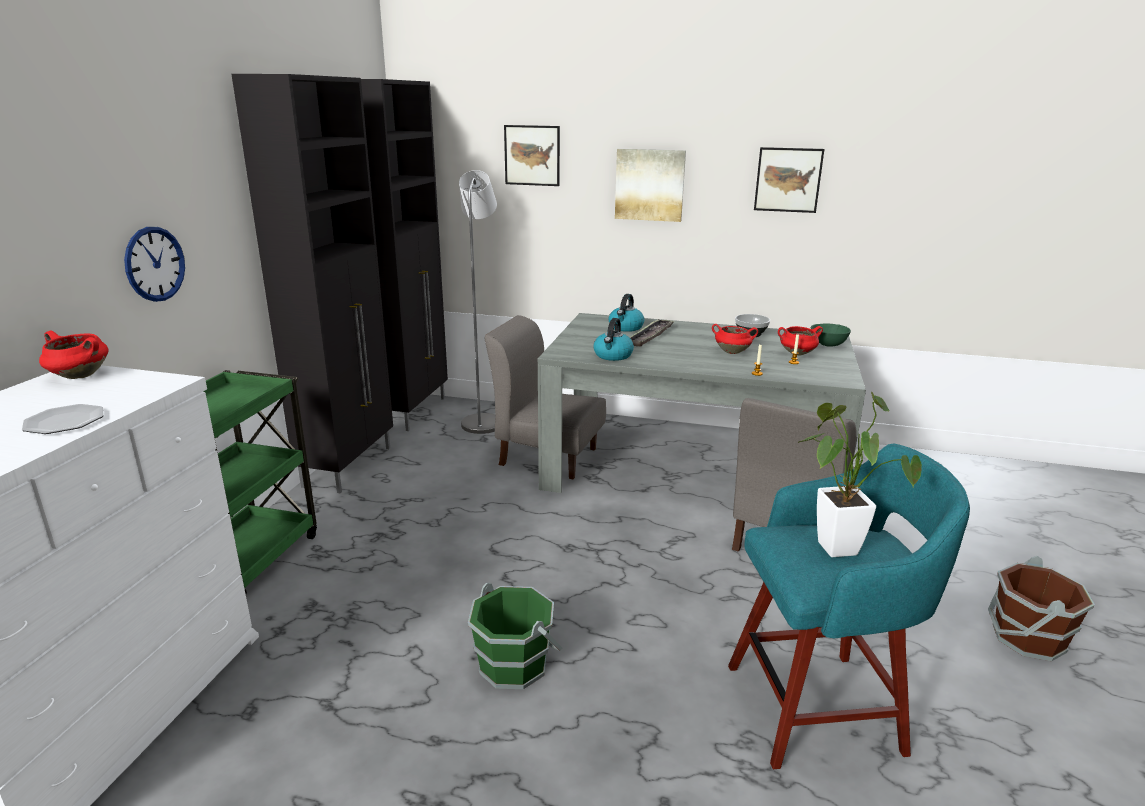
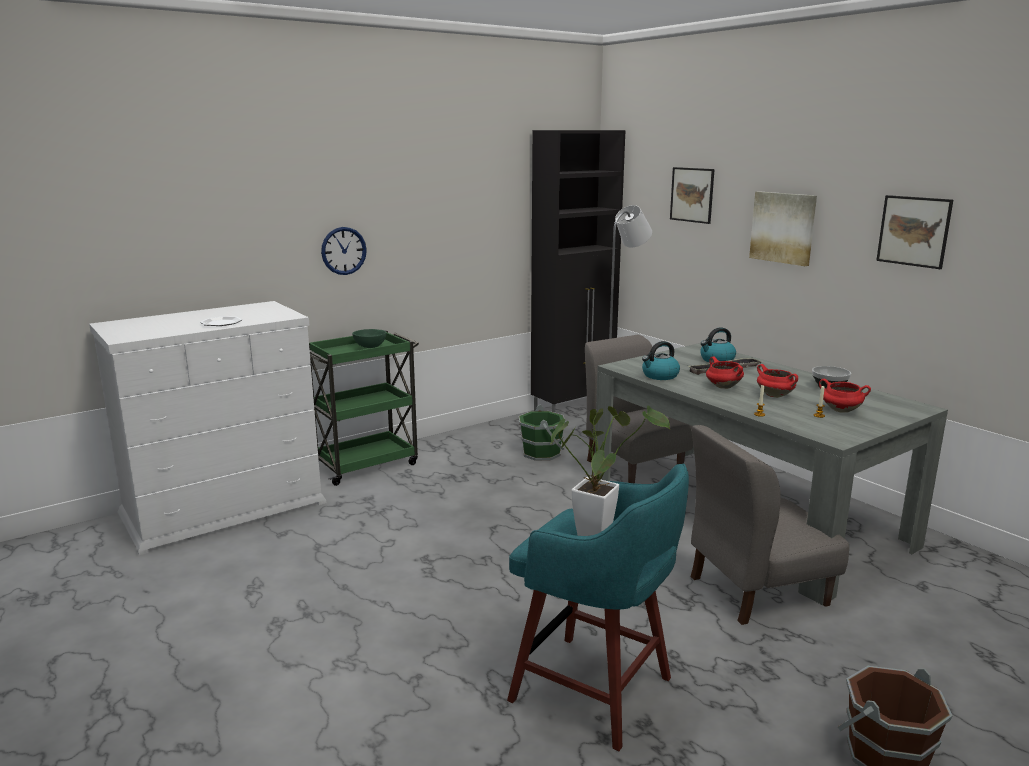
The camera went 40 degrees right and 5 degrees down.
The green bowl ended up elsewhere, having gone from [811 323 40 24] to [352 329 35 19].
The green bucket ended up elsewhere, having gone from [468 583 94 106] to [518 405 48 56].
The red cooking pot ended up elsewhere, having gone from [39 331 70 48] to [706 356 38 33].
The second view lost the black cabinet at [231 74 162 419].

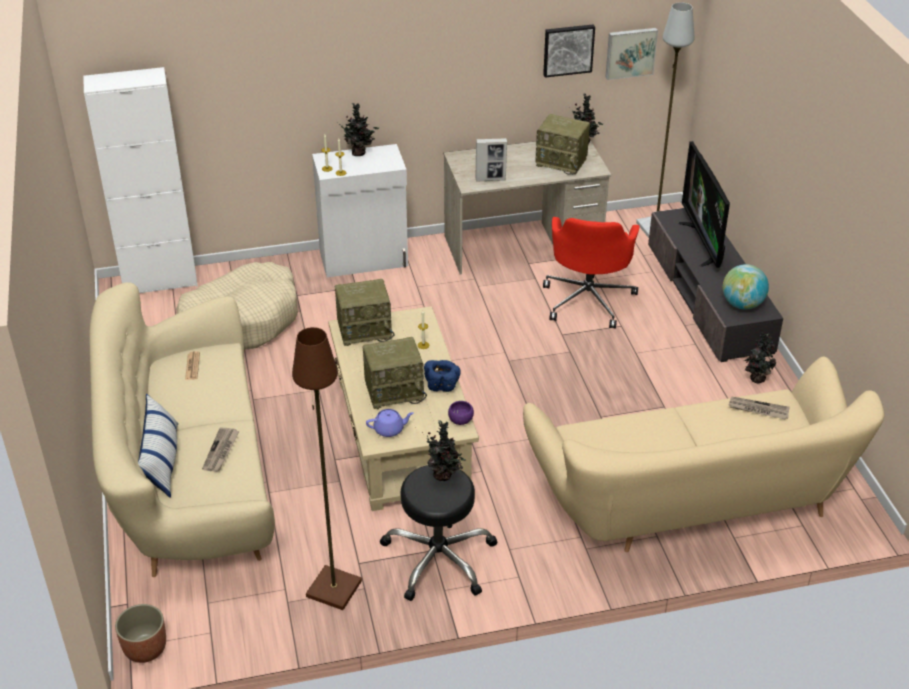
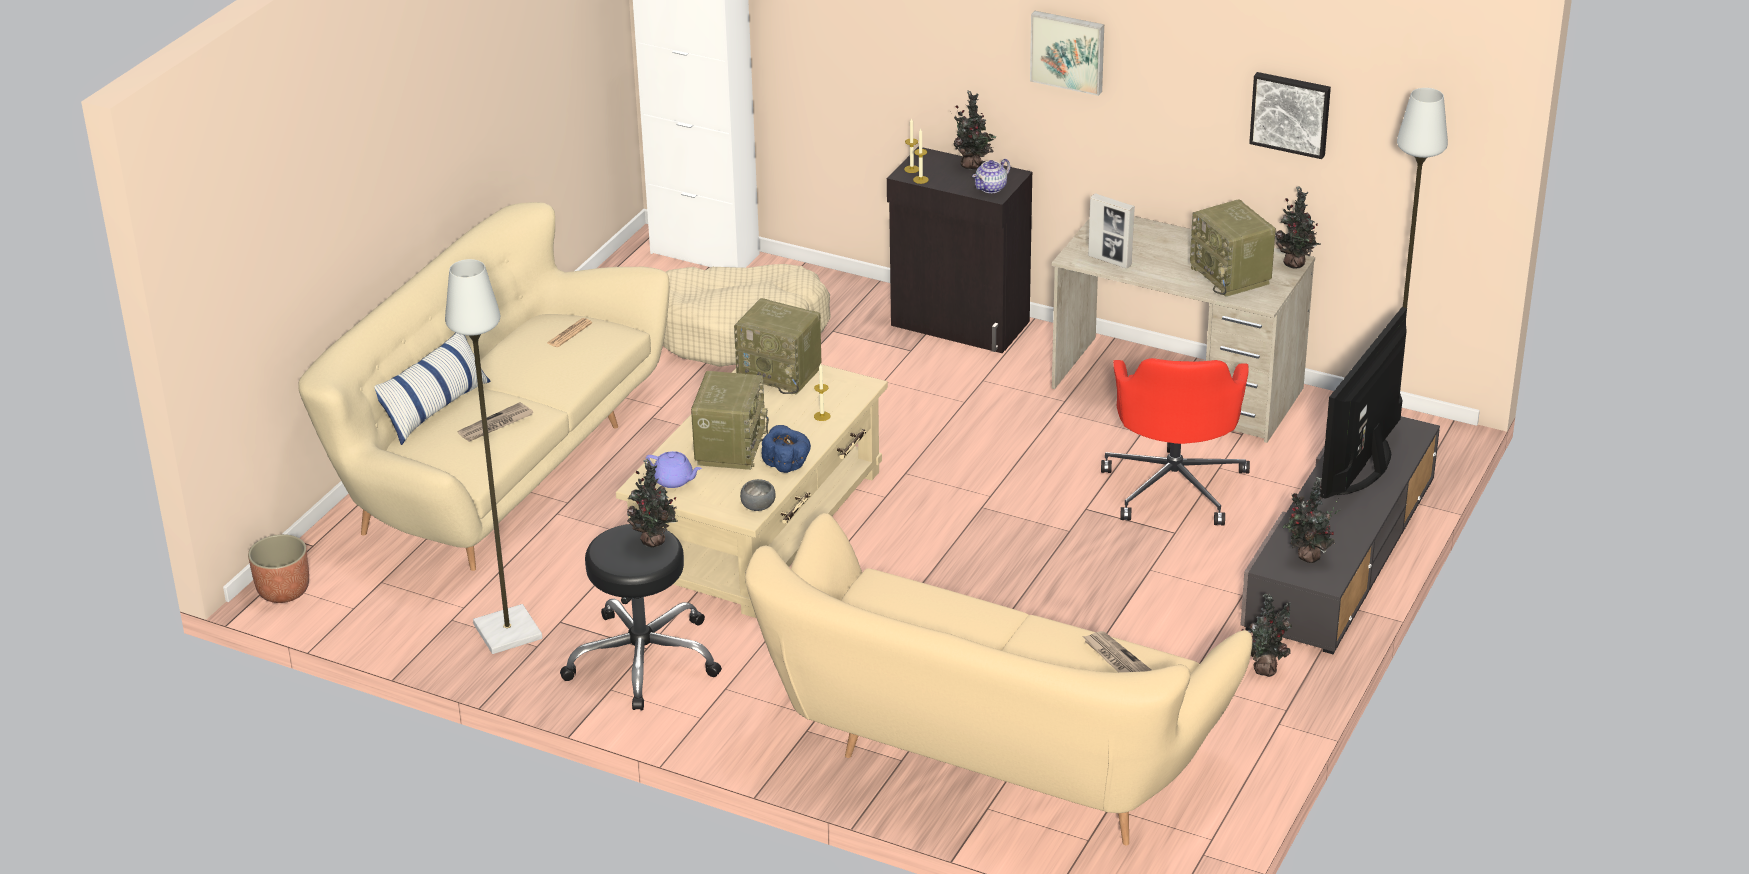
The camera went 40 degrees right and 5 degrees down.
What was the brown floor lamp at [292 327 70 283] turned into the grey floor lamp at [445 259 97 395].
The radio at [363 337 64 72] ended up facing another way, 105 degrees counterclockwise from before.
What was the purple bowl at [448 401 26 24] turned into the grey bowl at [740 479 36 32].
What was the white cabinet at [312 144 96 133] turned into the black cabinet at [887 146 145 207].
The second view gained the teapot at [972 159 38 34].
The picture ended up elsewhere, having gone from [605 28 53 52] to [1030 11 74 85].
The red office chair at [543 217 97 112] ended up facing another way, 45 degrees counterclockwise from before.
Where the globe stood at [723 264 46 45], the potted plant came to stand at [1283 477 58 86].

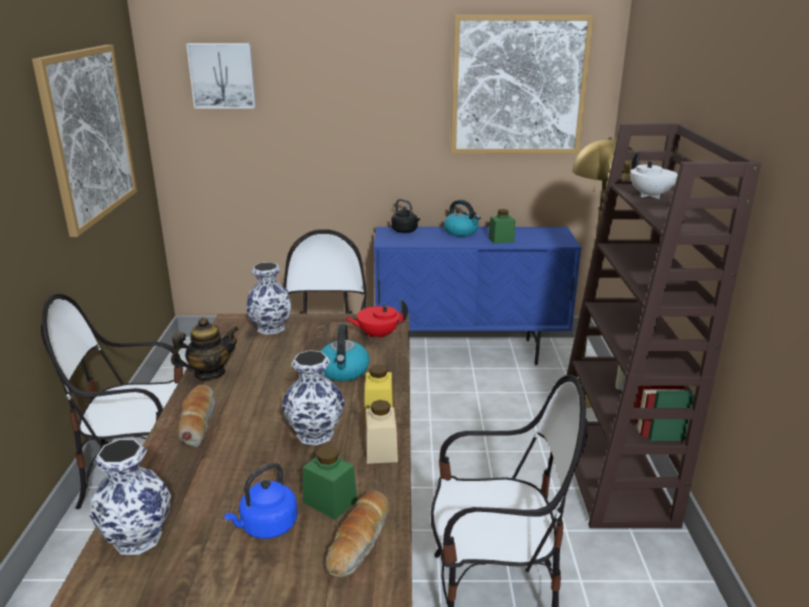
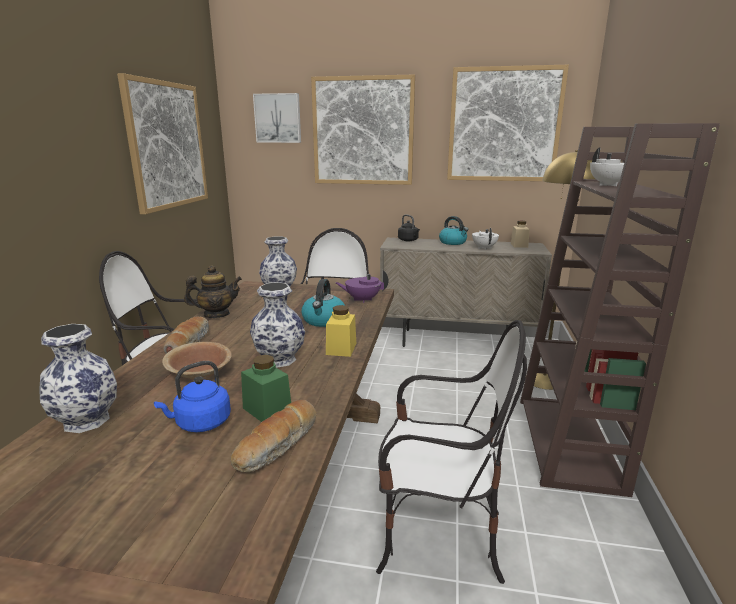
The camera went 10 degrees right and 5 degrees down.
The second view gained the brown bowl at [162 342 70 38].
The second view gained the picture at [311 75 104 110].
What was the red teapot at [345 299 63 41] turned into the purple teapot at [335 270 53 33].
What was the blue cabinet at [374 227 208 138] turned into the beige cabinet at [380 238 172 109].
Where the green jar stood at [488 209 27 35], the white teapot came to stand at [472 228 27 21].
The beige jar ended up elsewhere, having gone from [365 400 33 64] to [511 221 19 27].

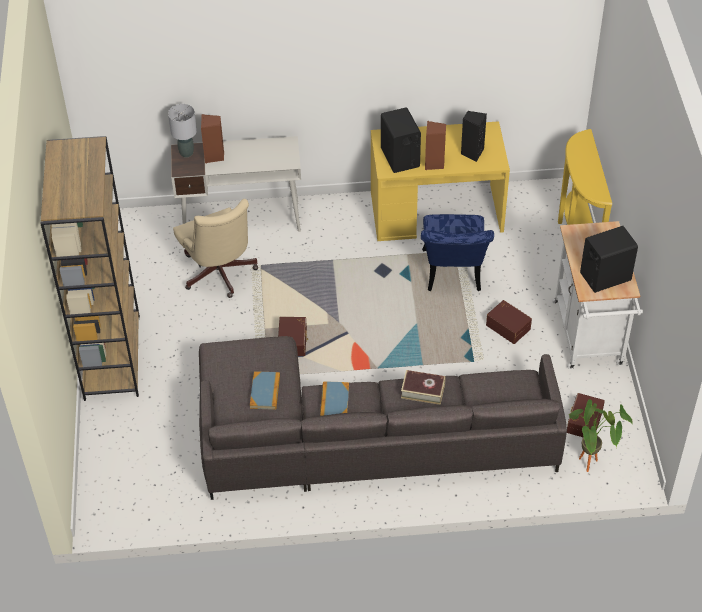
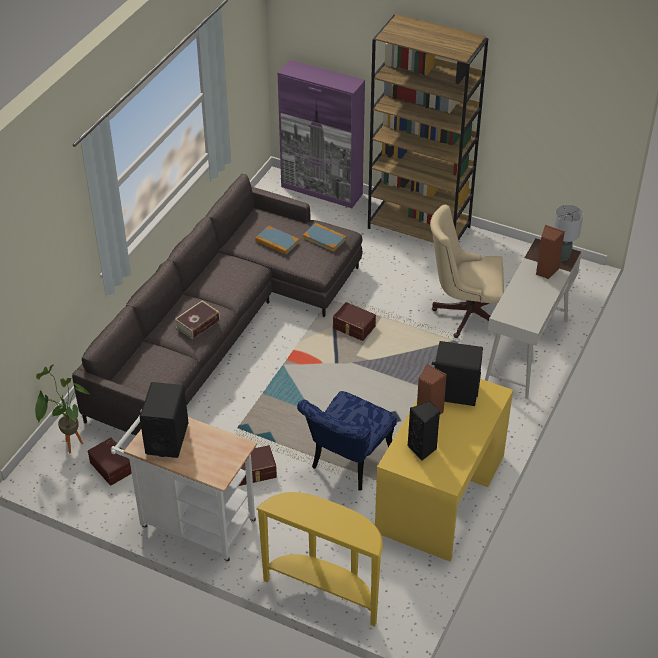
The camera went 120 degrees right and 5 degrees down.
The second view gained the purple cabinet at [278 60 87 148].
The blue chair at [421 214 73 77] ended up facing another way, 90 degrees counterclockwise from before.
The book ended up elsewhere, having gone from [320 381 29 35] to [303 223 44 29].

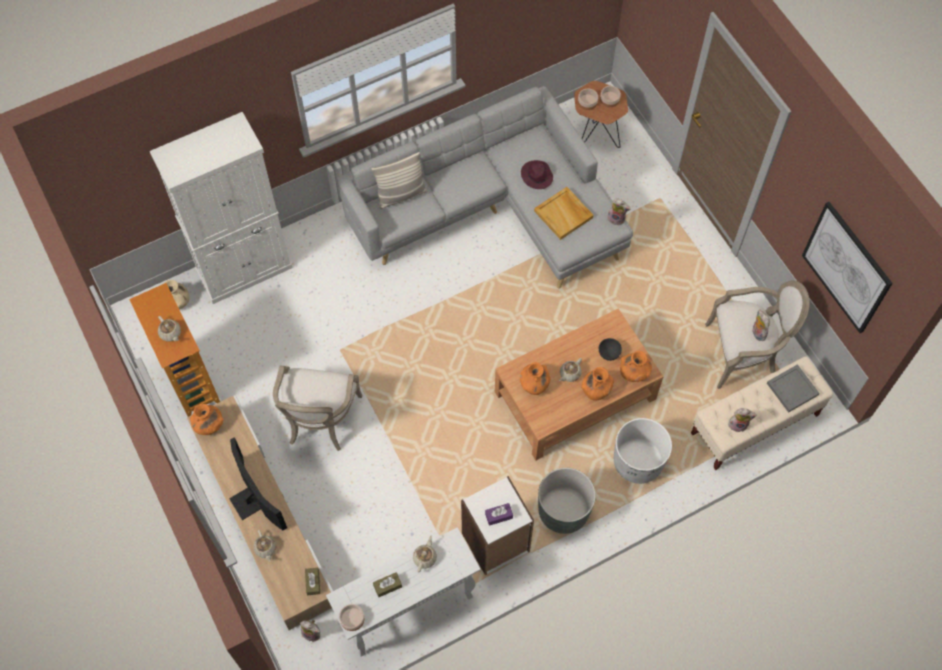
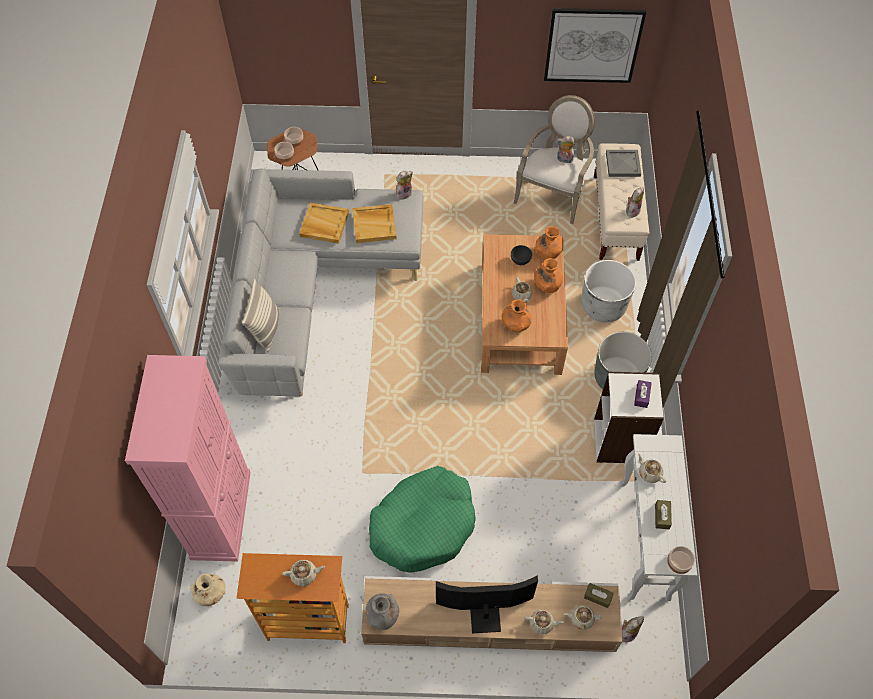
The camera went 60 degrees left and 5 degrees down.
What was the white cabinet at [150 112 143 192] turned into the pink cabinet at [125 355 126 207].
Where the purple hat stood at [521 160 32 29], the beige tray came to stand at [299 203 50 41].
What was the orange vase at [190 404 34 31] turned into the grey vase at [365 593 34 37].
Where the armchair stood at [273 365 89 86], the green dog bed came to stand at [369 466 107 107].
The second view gained the beige teapot at [563 605 39 25].

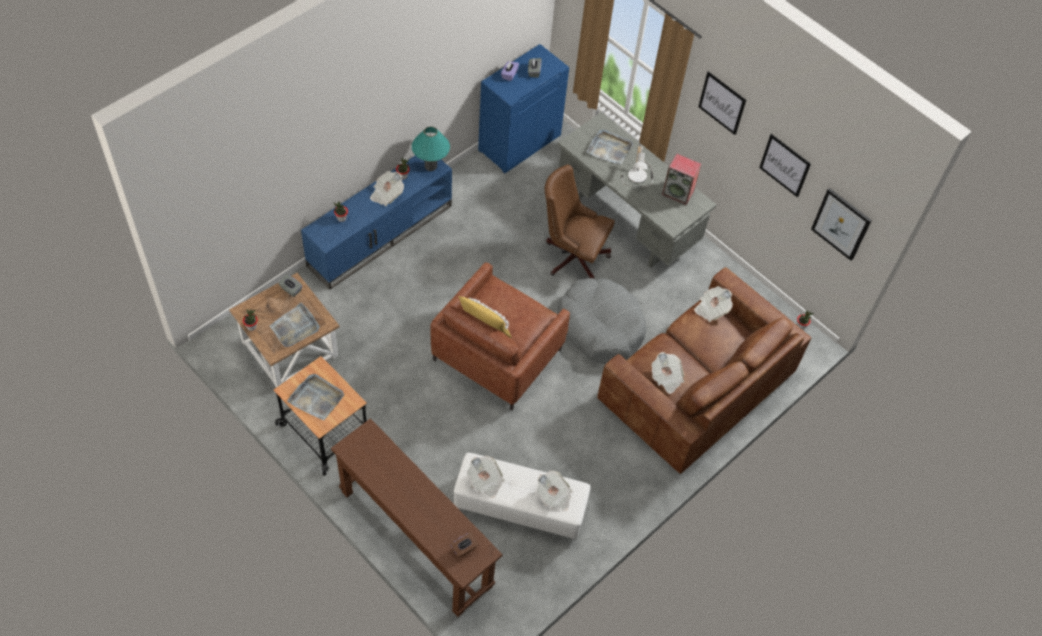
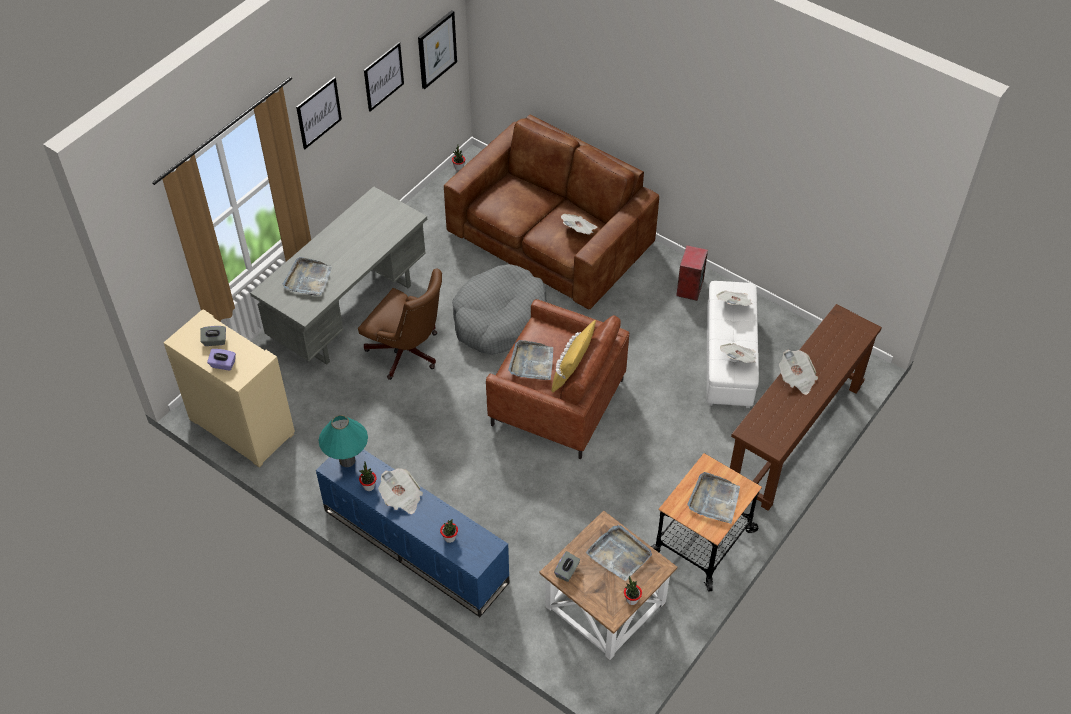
The camera went 95 degrees left and 5 degrees down.
What was the blue cabinet at [478 44 91 129] turned into the beige cabinet at [163 309 132 159].
The brown office chair at [545 165 70 114] ended up facing another way, 75 degrees counterclockwise from before.
The second view gained the grey tray at [508 340 45 40].
The speaker ended up elsewhere, having gone from [662 153 39 52] to [676 245 32 56].
The newspaper ended up elsewhere, having gone from [694 286 39 36] to [779 350 39 45].
The second view lost the brown tissue box at [450 532 28 26].
The second view lost the table lamp at [621 143 32 44].

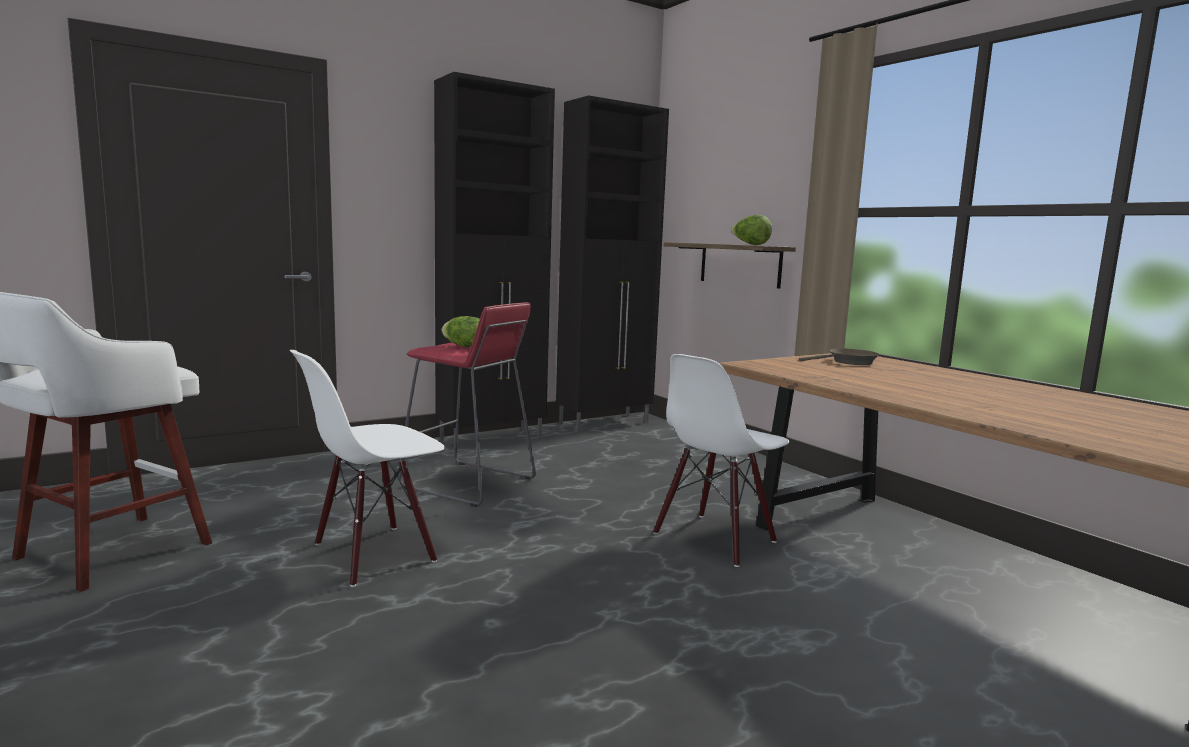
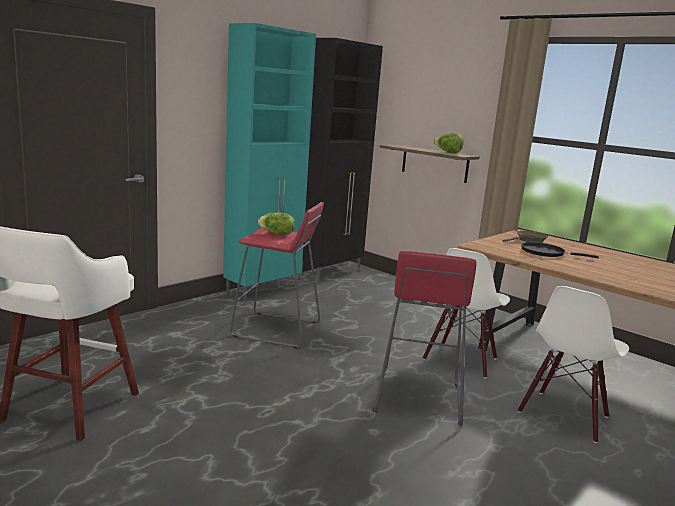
The camera went 15 degrees left and 5 degrees up.
What was the black cabinet at [434 72 121 378] turned into the turquoise cabinet at [223 23 93 279].
The second view gained the red stool at [373 250 104 176].
The white chair ended up elsewhere, having gone from [290 350 155 237] to [518 286 111 157].
The second view gained the black frying pan at [521 242 78 16].

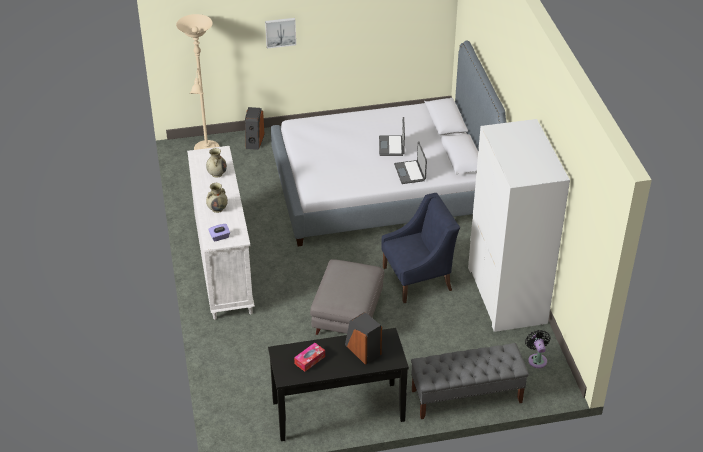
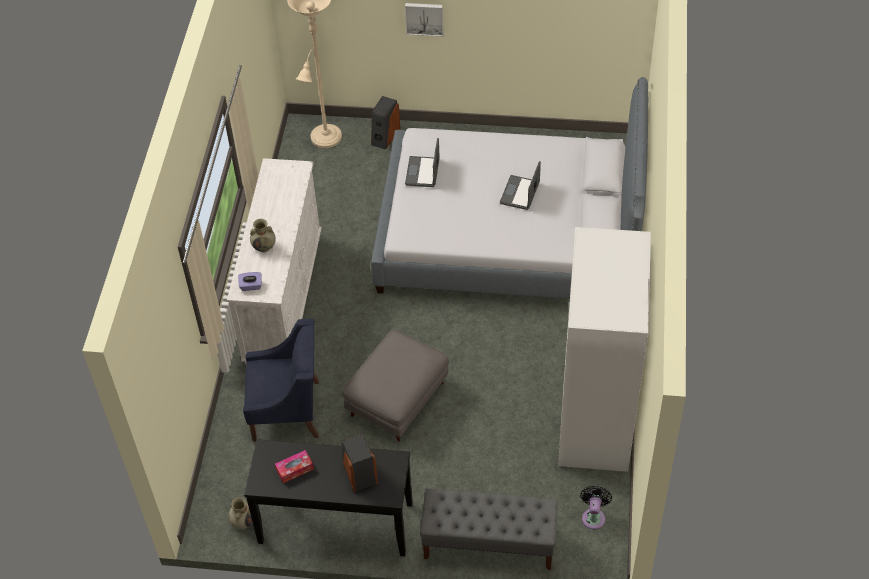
The camera went 20 degrees right and 10 degrees up.
The beige vase ended up elsewhere, having gone from [206 148 21 30] to [228 497 25 32].
The blue armchair ended up elsewhere, having gone from [381 193 79 110] to [243 319 76 122].
The laptop ended up elsewhere, having gone from [394 141 33 43] to [405 138 35 49].

